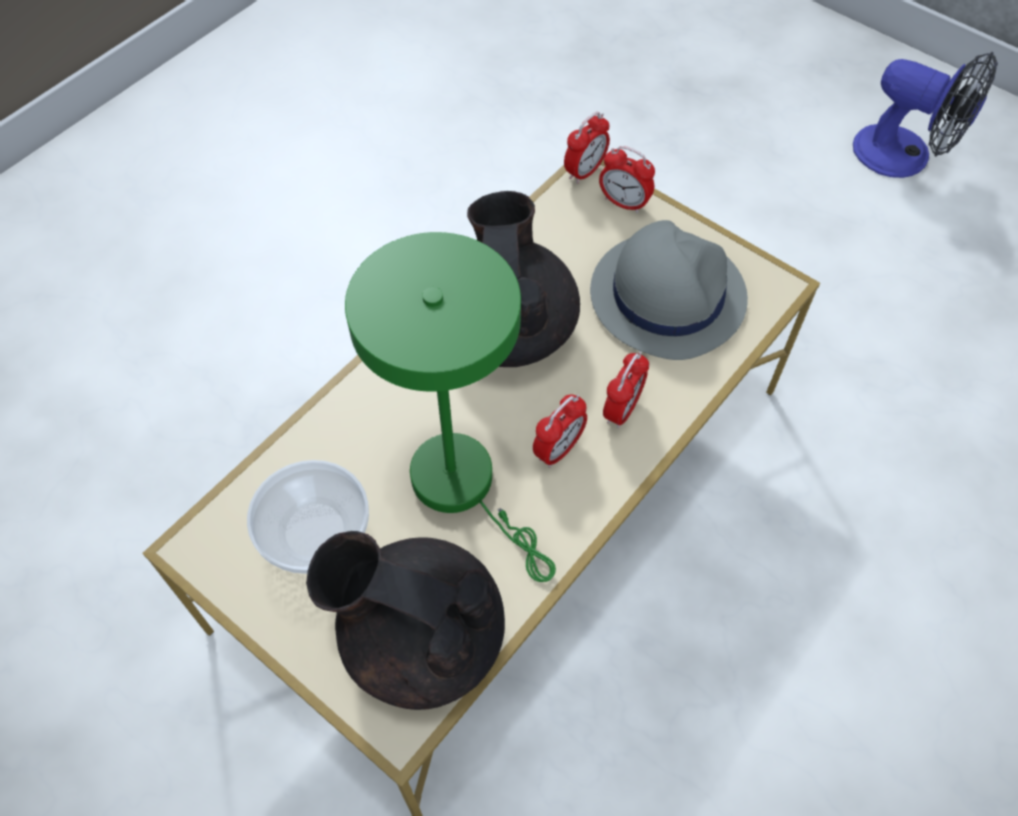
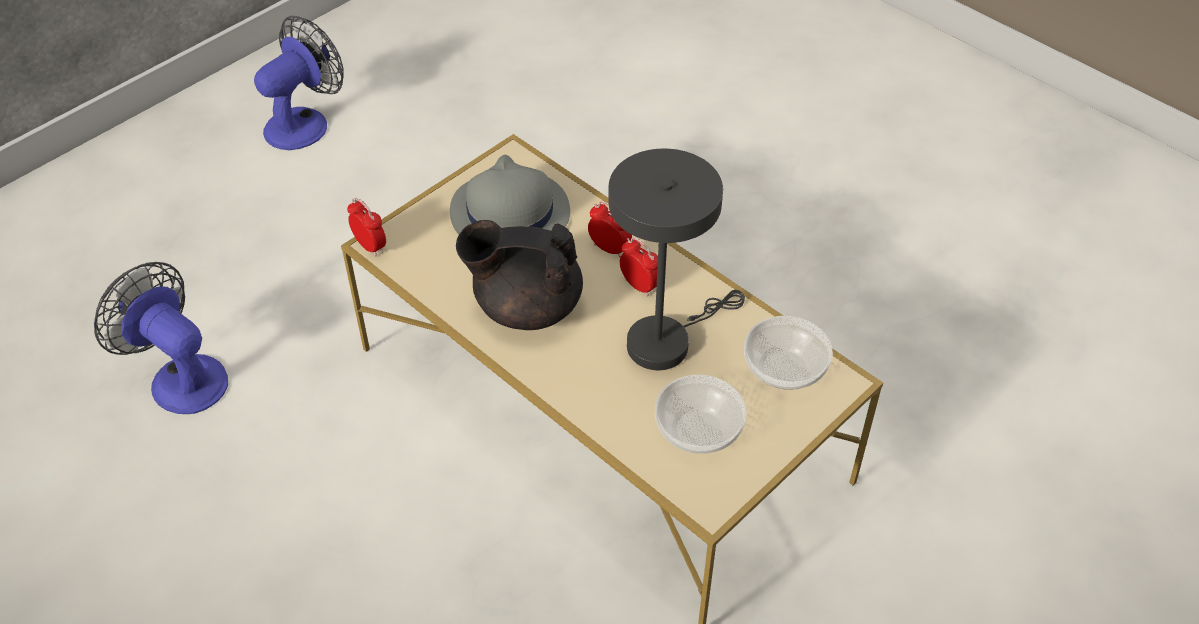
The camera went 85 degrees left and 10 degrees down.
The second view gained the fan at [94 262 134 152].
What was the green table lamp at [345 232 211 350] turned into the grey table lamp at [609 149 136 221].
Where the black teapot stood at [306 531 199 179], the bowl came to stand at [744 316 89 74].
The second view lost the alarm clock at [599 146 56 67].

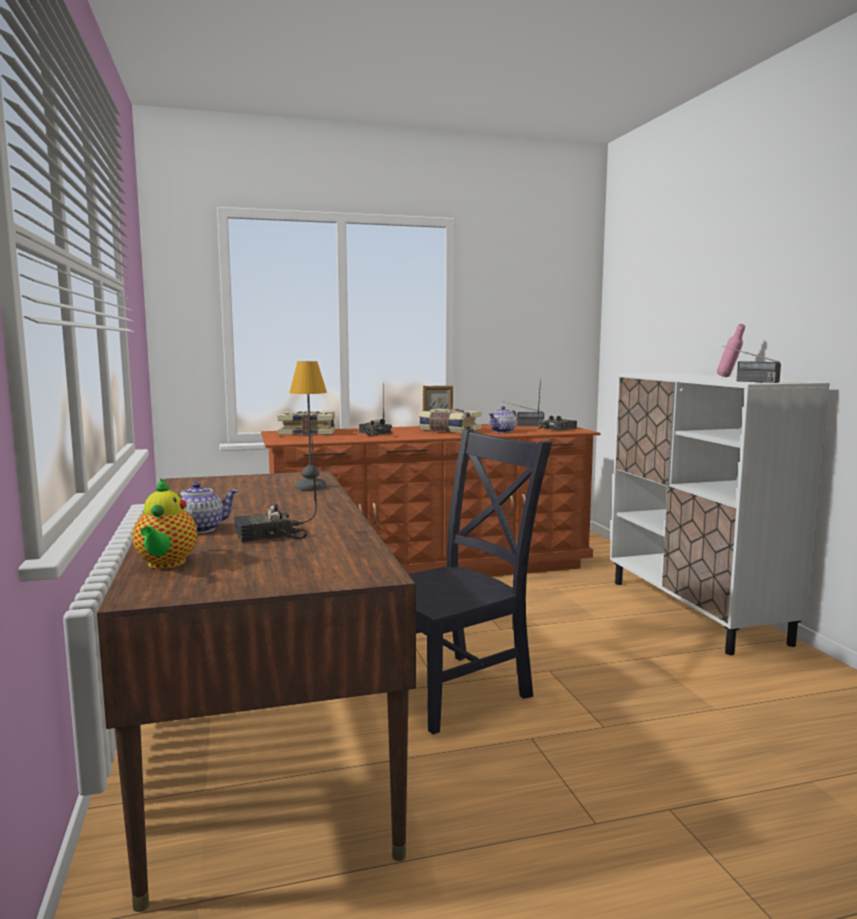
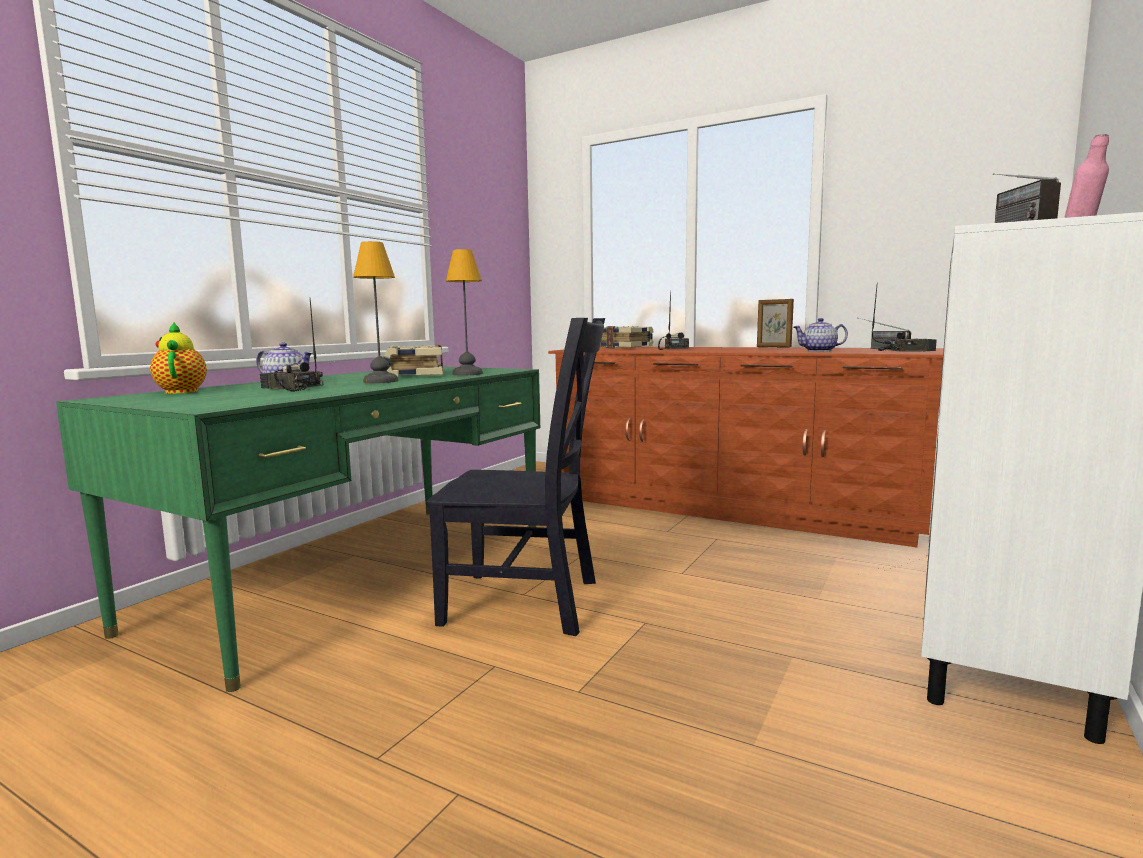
The camera went 45 degrees right and 0 degrees up.
What was the brown desk at [97 471 319 441] turned into the green desk at [56 367 484 325].
The teapot at [132 479 65 90] ended up facing another way, 120 degrees clockwise from before.
The second view gained the table lamp at [353 241 45 142].
The book ended up elsewhere, having gone from [419 408 62 25] to [383 344 60 32].

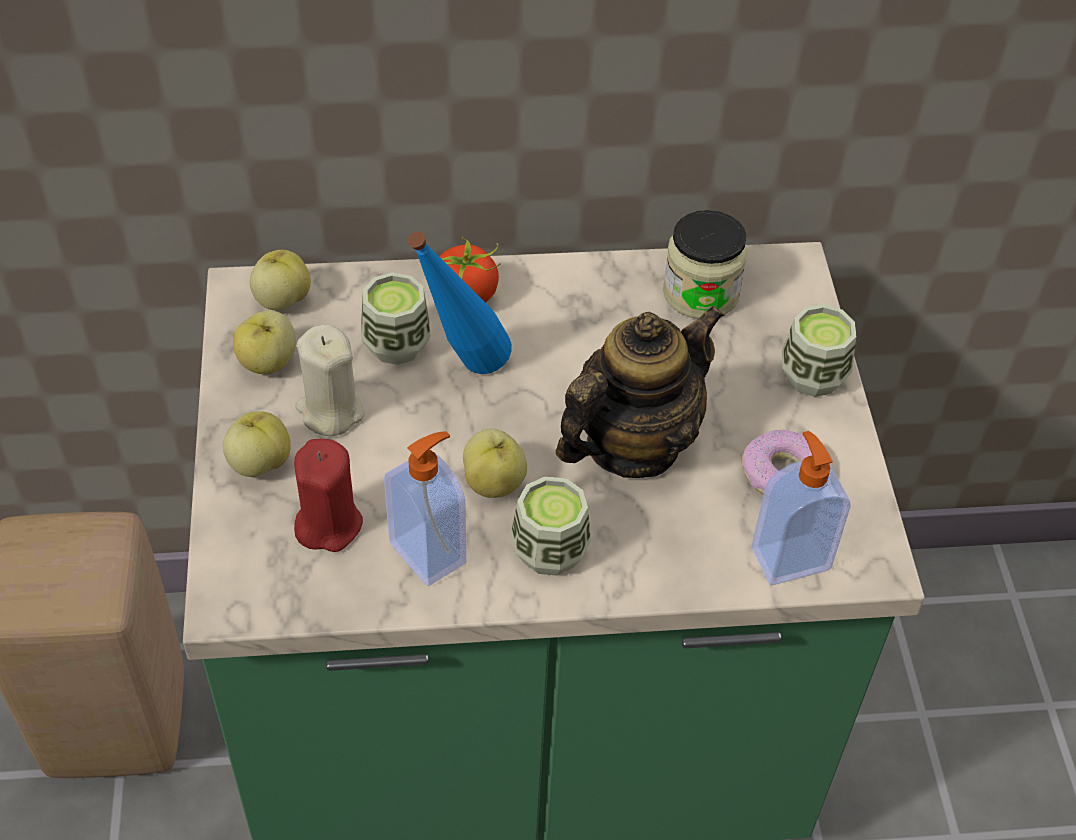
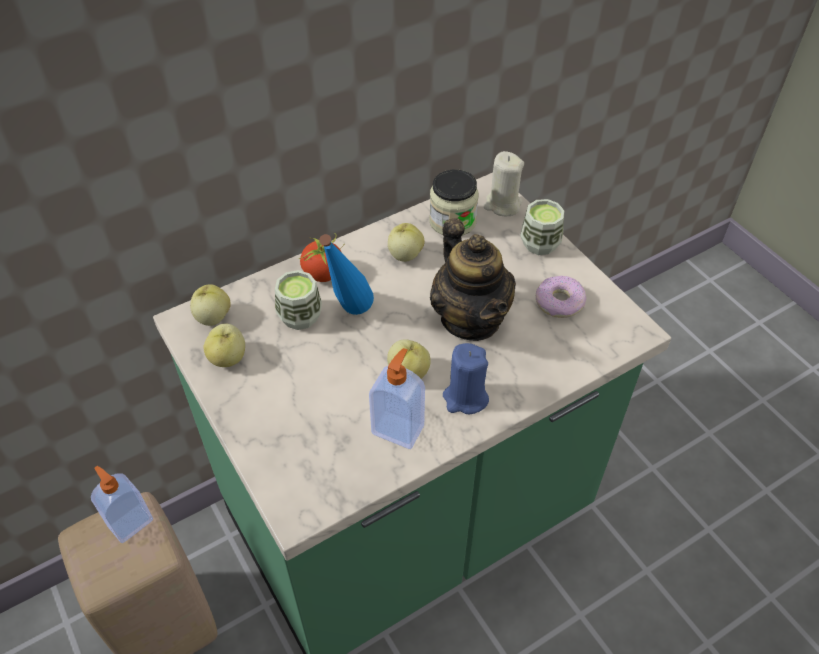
The camera went 25 degrees left and 0 degrees up.
The soap dispenser ended up elsewhere, having gone from [751 431 100 154] to [91 466 62 77].
The apple ended up elsewhere, having gone from [223 411 68 66] to [388 223 36 39].
The teapot at [556 305 169 173] ended up facing another way, 135 degrees clockwise from before.
Where the cup stood at [511 476 80 100], the blue candle came to stand at [443 343 46 71].
The beige candle ended up elsewhere, having gone from [295 324 70 112] to [484 151 40 65].
The second view lost the red candle at [294 439 69 113].

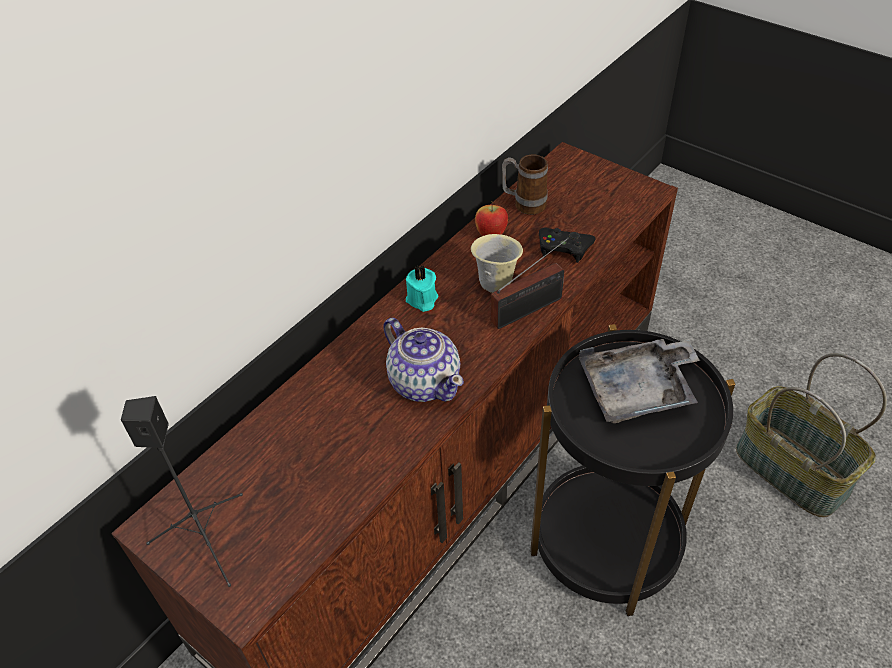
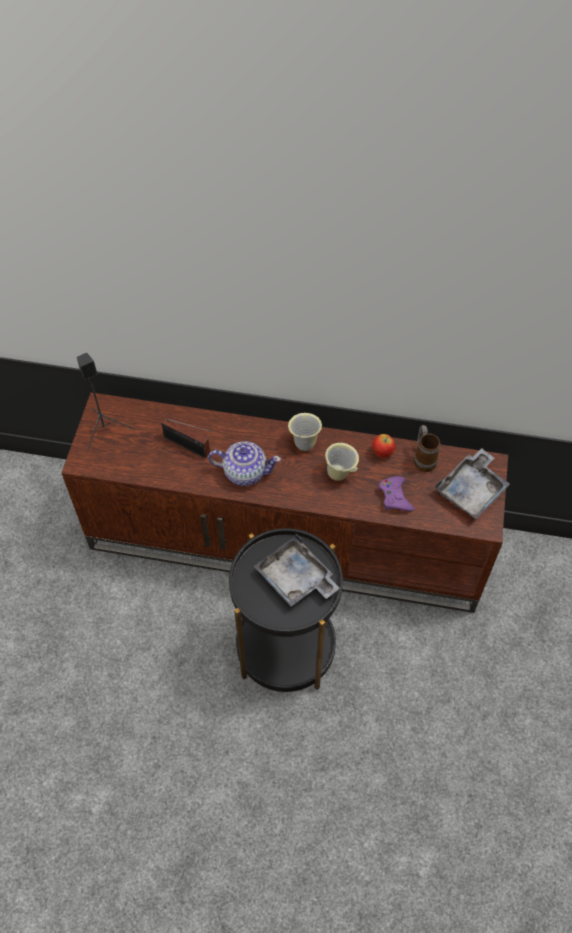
The camera went 60 degrees right and 10 degrees up.
The radio ended up elsewhere, having gone from [491 237 78 92] to [161 417 50 41].
The teapot at [383 318 81 84] ended up facing another way, 105 degrees counterclockwise from before.
Where the turquoise candle stood at [406 265 32 47], the beige mug came to stand at [288 413 34 38].
What was the black game controller at [539 228 57 35] turned into the purple game controller at [378 476 37 35].
The second view gained the grey tray at [435 448 75 71].
The second view lost the basket at [736 353 151 164].

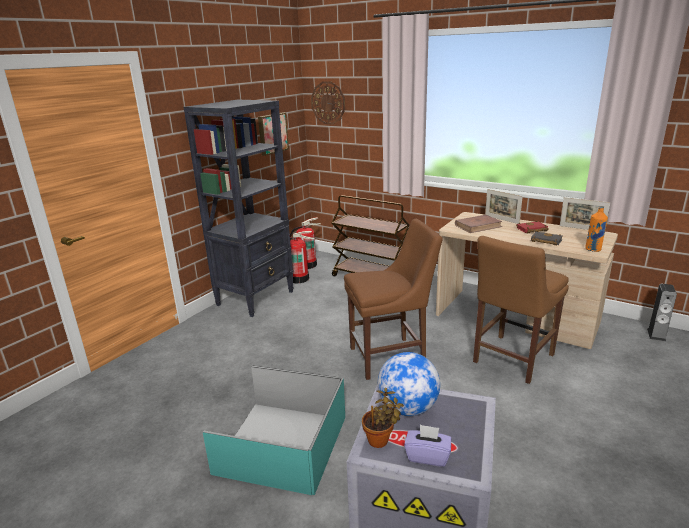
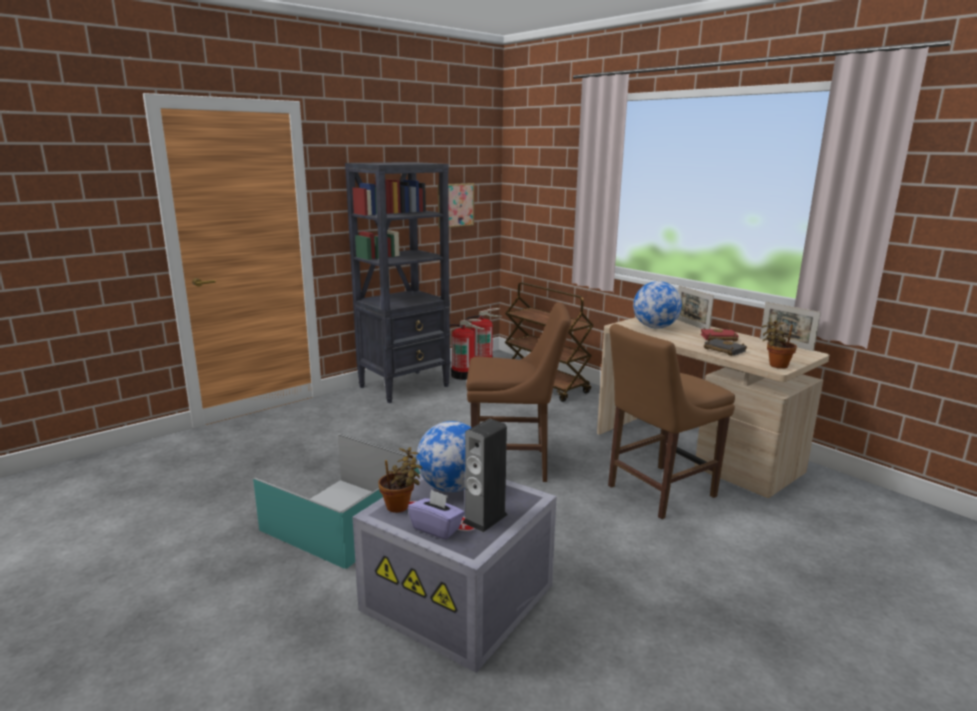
The camera went 15 degrees right and 5 degrees down.
The speaker ended up elsewhere, having gone from [647 284 30 57] to [462 419 46 113].
Where the brown book stood at [455 215 48 18], the globe came to stand at [633 281 49 48].
Where the orange bottle stood at [585 207 23 45], the potted plant came to stand at [762 320 35 49].
The second view lost the wall clock at [311 82 34 42].

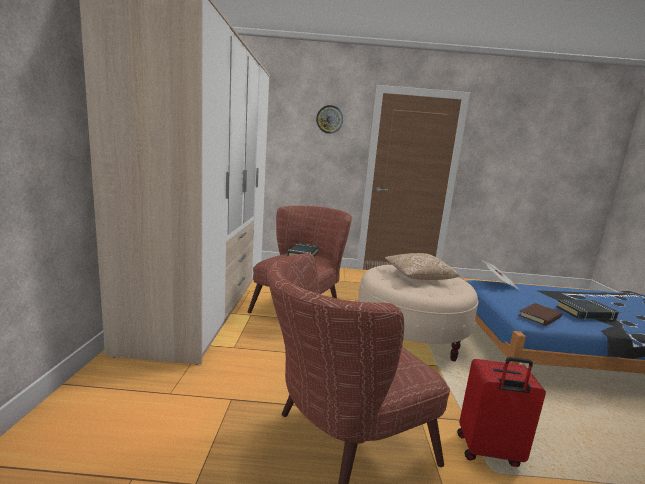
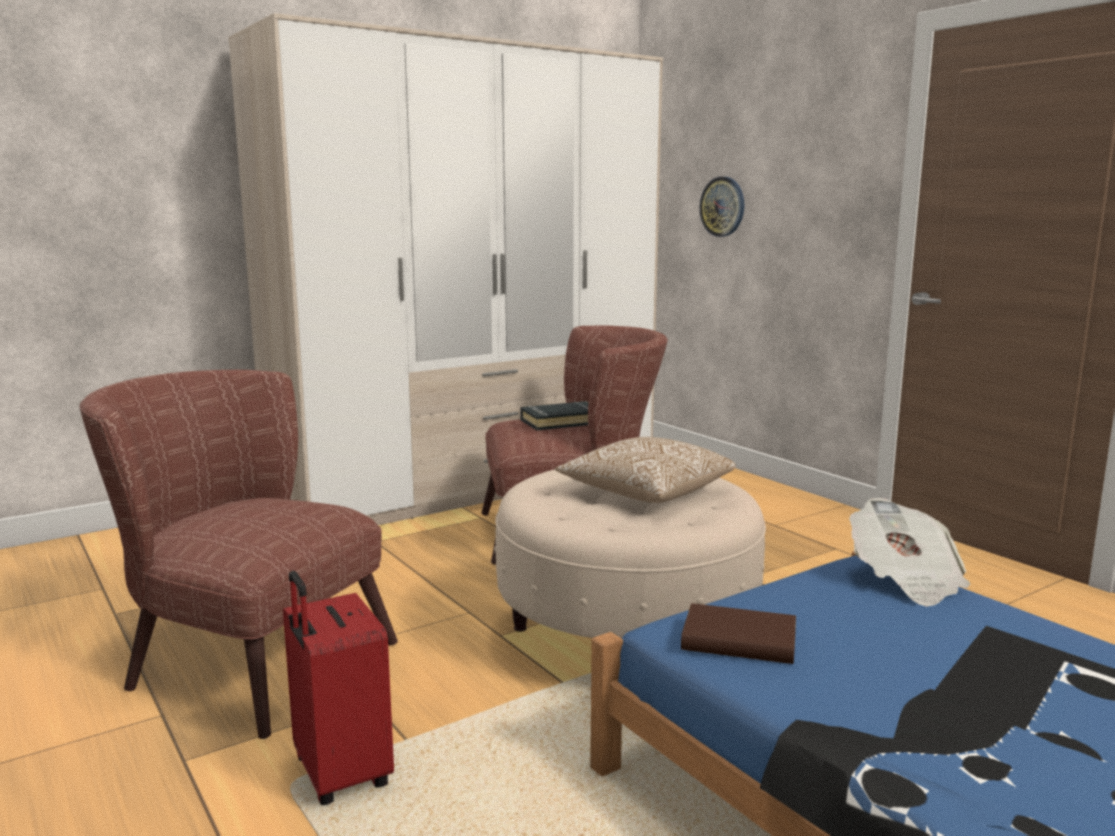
The camera went 55 degrees right and 0 degrees up.
The wall clock ended up elsewhere, having gone from [316 105 27 29] to [700 177 44 60].
The second view lost the black book at [556 300 63 20].

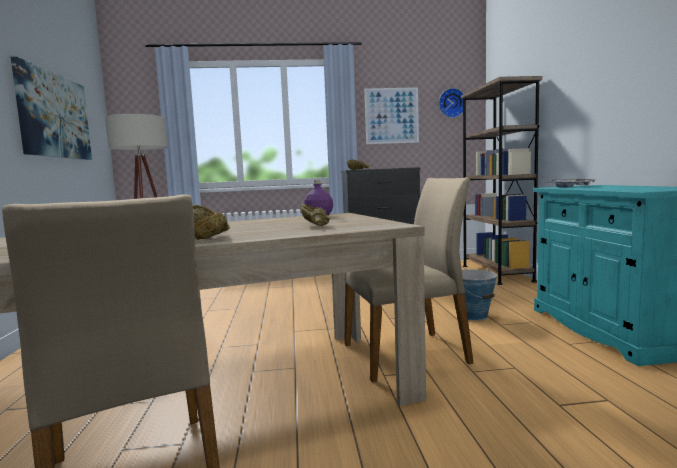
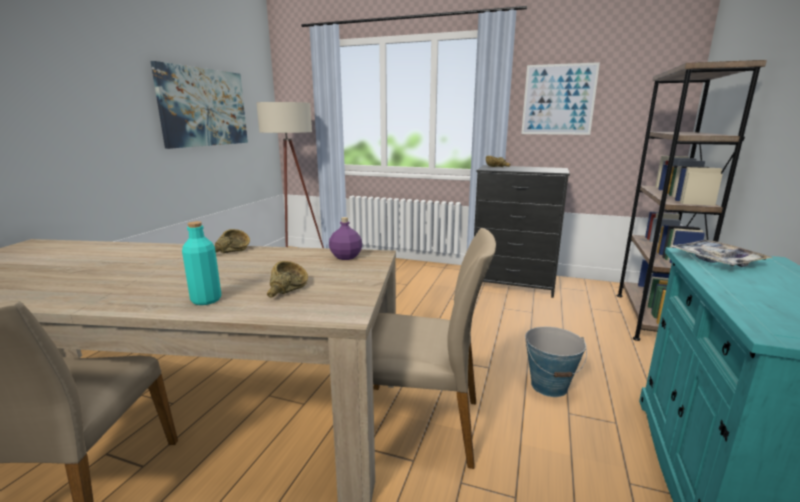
The camera went 25 degrees right and 10 degrees up.
The second view gained the turquoise bottle at [182 221 39 84].
The second view lost the brown bowl at [194 213 36 27].
The second view lost the wall clock at [439 88 28 30].

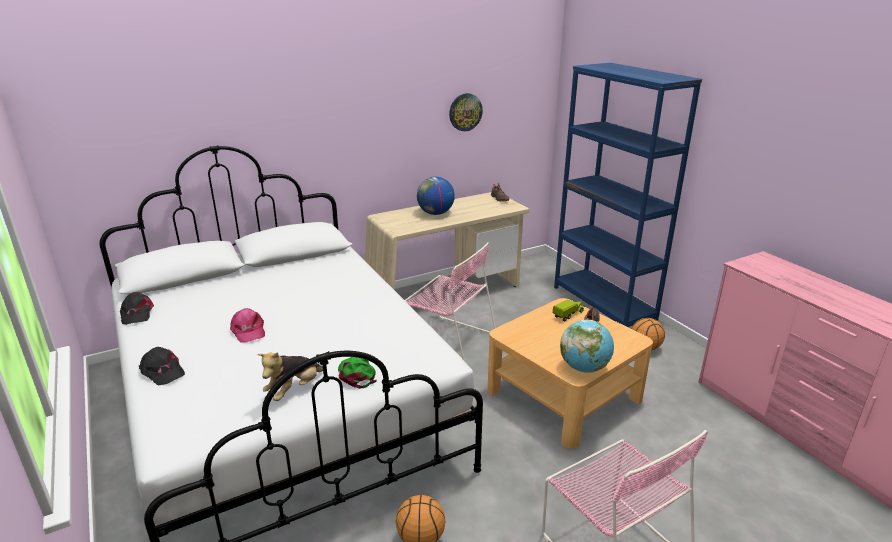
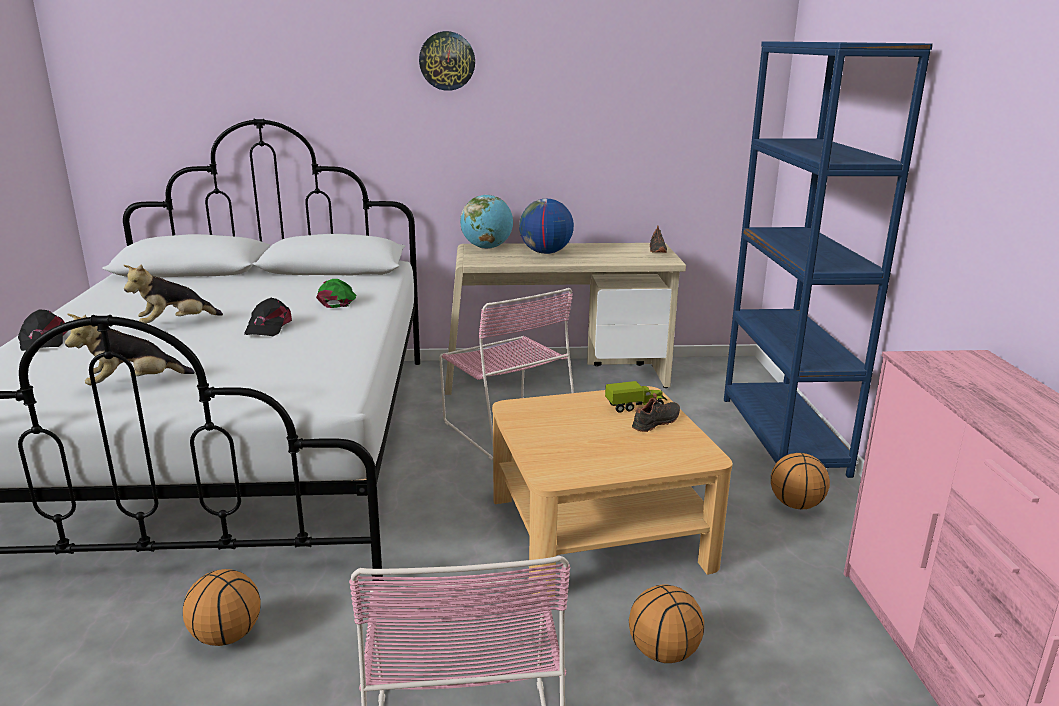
The camera went 25 degrees right and 5 degrees down.
Where the pink cap stood at [230 308 35 35], the plush toy came to stand at [124 264 99 60].
The black cap ended up elsewhere, having gone from [120 292 34 33] to [244 298 48 38].
The green cap ended up elsewhere, having gone from [338 357 38 32] to [316 279 41 29].
The wall clock ended up elsewhere, having gone from [449 93 34 38] to [419 31 56 60].
The globe ended up elsewhere, having gone from [560 319 54 54] to [460 194 53 55].
The second view gained the basketball at [629 585 75 78].

